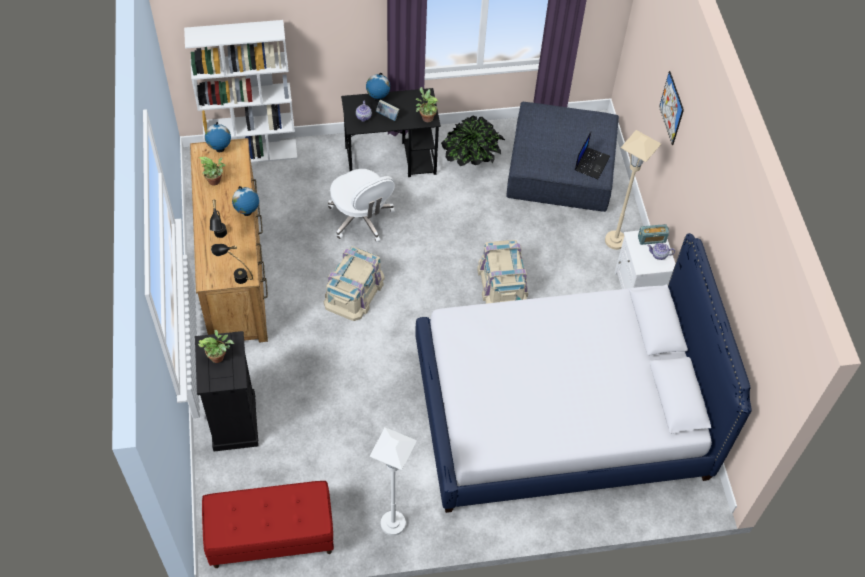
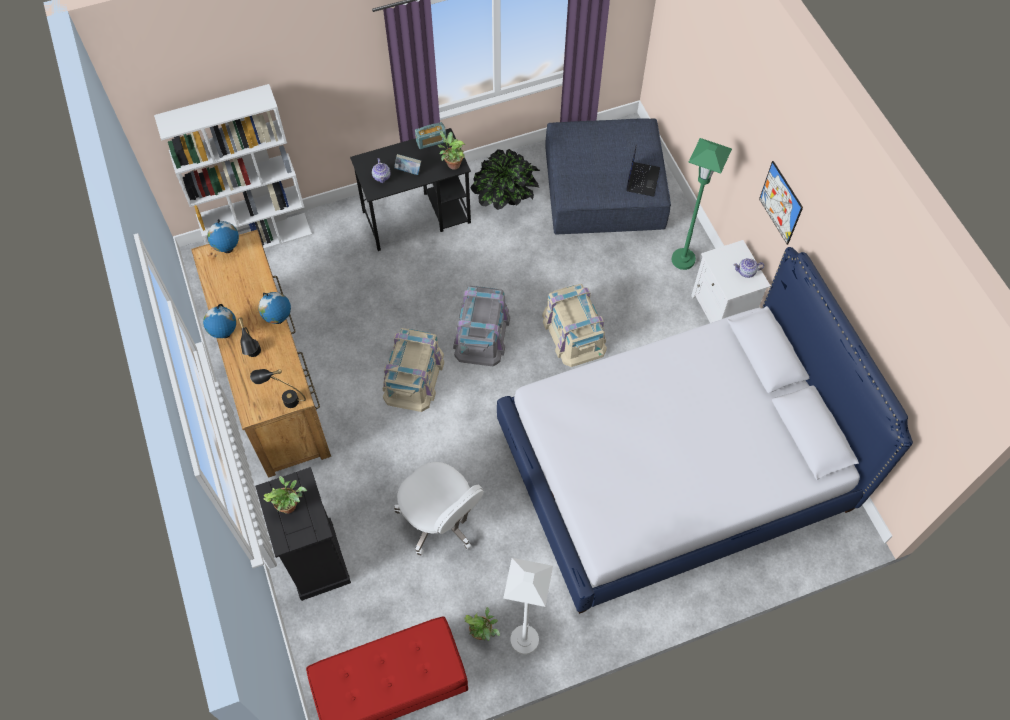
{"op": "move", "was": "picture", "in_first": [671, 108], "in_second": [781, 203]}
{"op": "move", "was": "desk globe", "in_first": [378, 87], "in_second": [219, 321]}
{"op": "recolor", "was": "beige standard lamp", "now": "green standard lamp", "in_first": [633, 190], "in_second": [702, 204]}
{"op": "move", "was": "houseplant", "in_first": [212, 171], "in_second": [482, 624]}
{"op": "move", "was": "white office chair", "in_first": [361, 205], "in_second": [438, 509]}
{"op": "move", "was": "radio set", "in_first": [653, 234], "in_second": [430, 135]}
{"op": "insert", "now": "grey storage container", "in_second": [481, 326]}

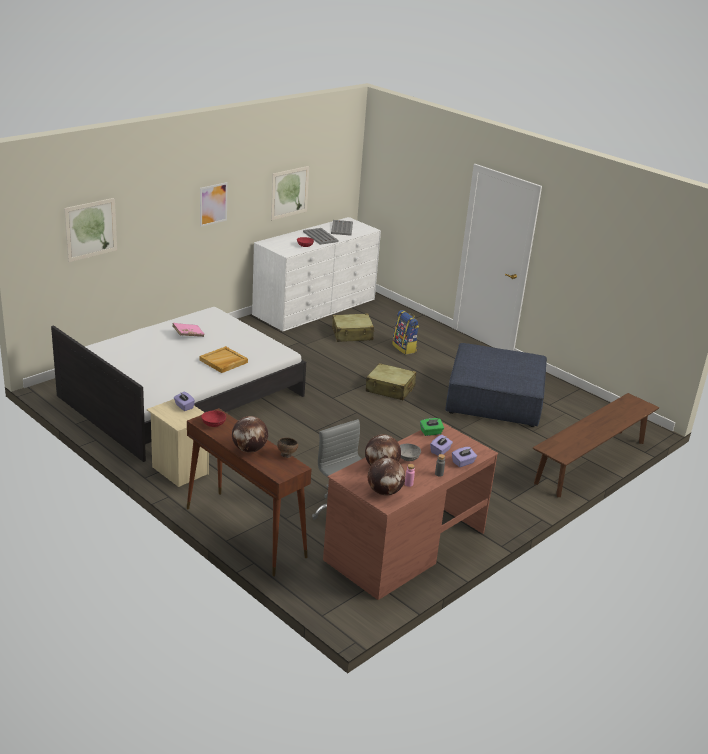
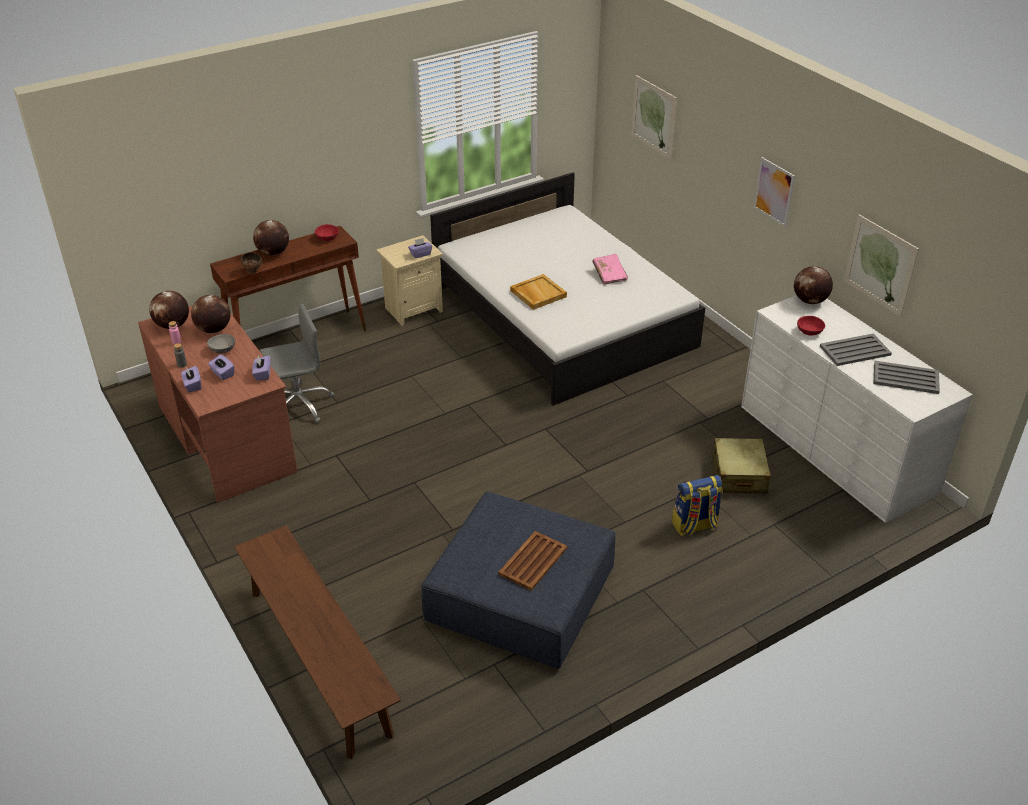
{"op": "delete", "was": "beige travel case", "in_first": [391, 381]}
{"op": "recolor", "was": "green tissue box", "now": "purplish tissue box", "in_first": [432, 427], "in_second": [261, 367]}
{"op": "insert", "now": "desk globe", "in_second": [813, 285]}
{"op": "insert", "now": "brown serving tray", "in_second": [532, 561]}

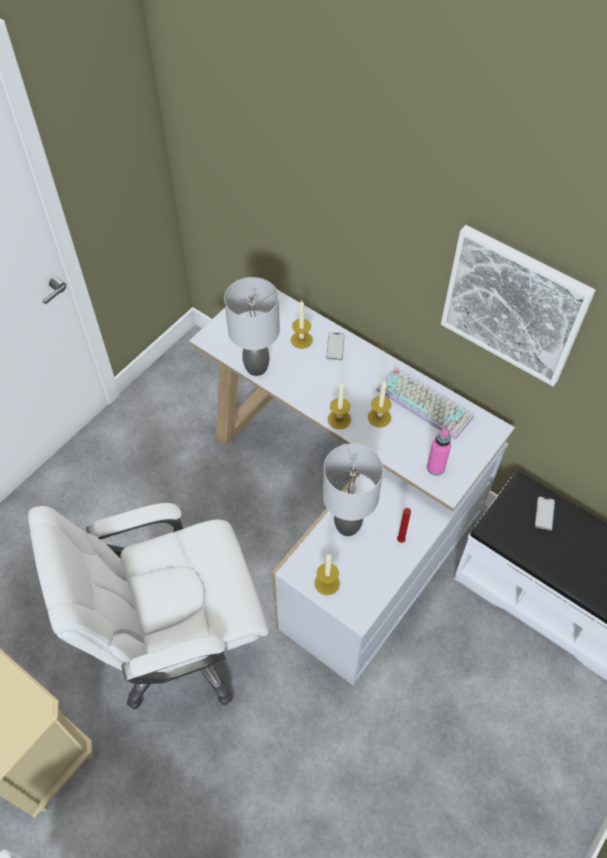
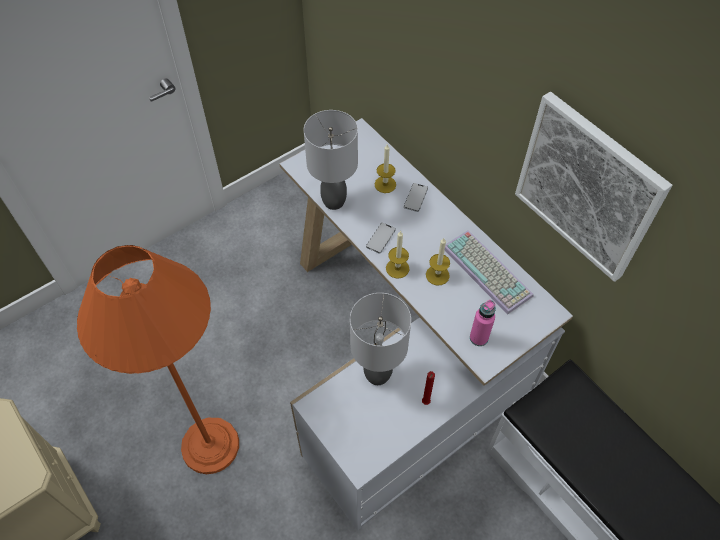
{"op": "move", "was": "telephone", "in_first": [545, 513], "in_second": [381, 238]}
{"op": "replace", "was": "white office chair", "now": "orange standard lamp", "in_first": [148, 606], "in_second": [158, 359]}
{"op": "delete", "was": "candle", "in_first": [327, 574]}

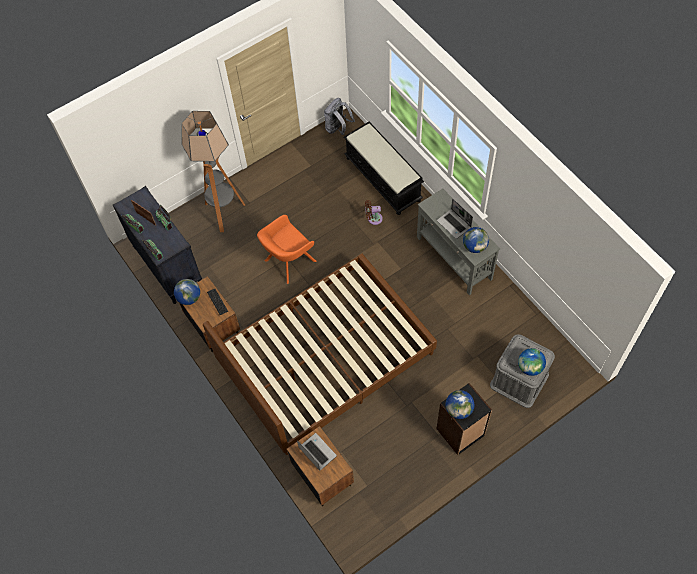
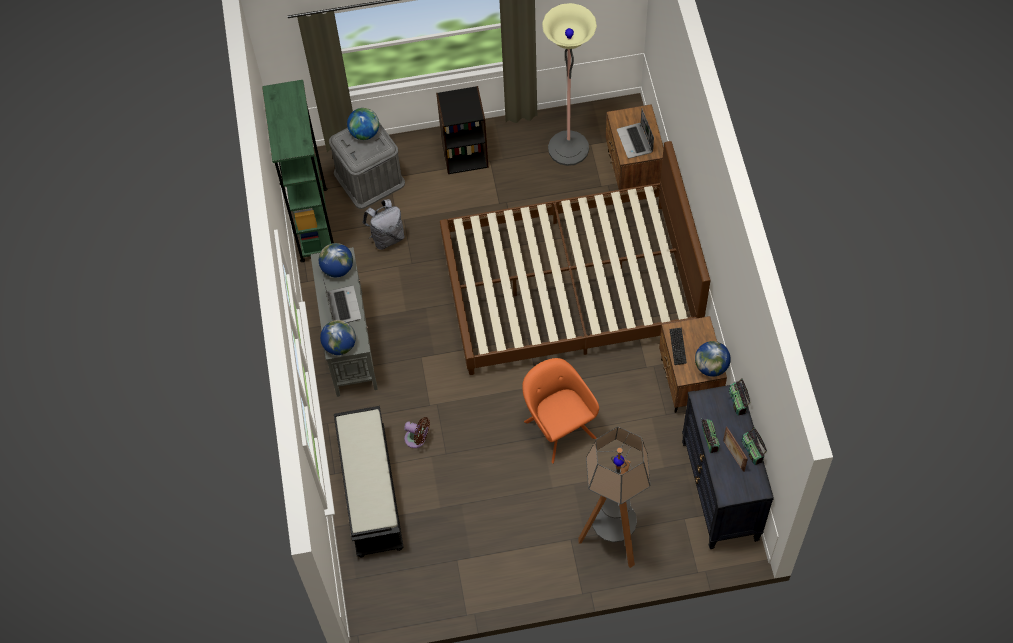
{"op": "move", "was": "grey rucksack", "in_first": [339, 116], "in_second": [384, 224]}
{"op": "rotate", "was": "orange lounge chair", "in_first": [287, 249], "in_second": [560, 411], "clockwise": -105}
{"op": "move", "was": "desk globe", "in_first": [460, 404], "in_second": [338, 337]}
{"op": "insert", "now": "standard lamp", "in_second": [569, 84]}
{"op": "insert", "now": "green bookshelf", "in_second": [298, 171]}

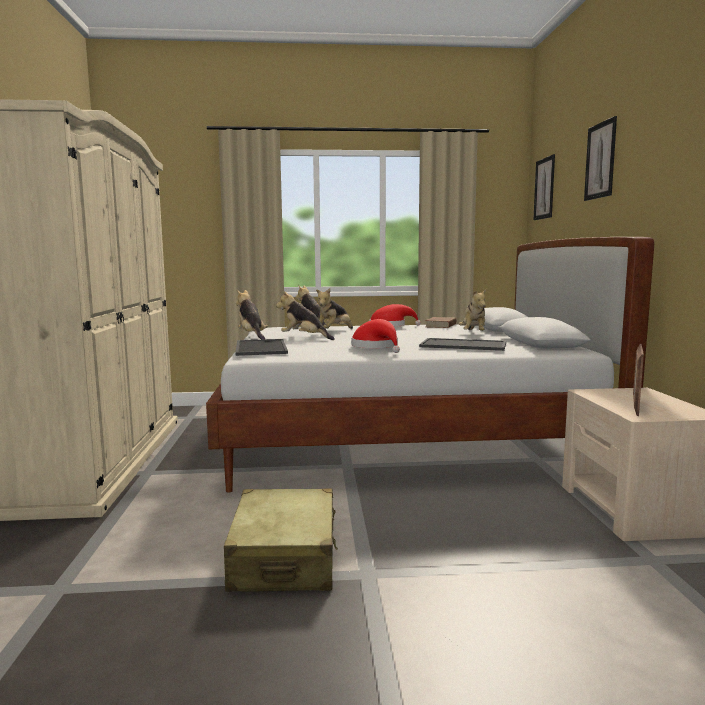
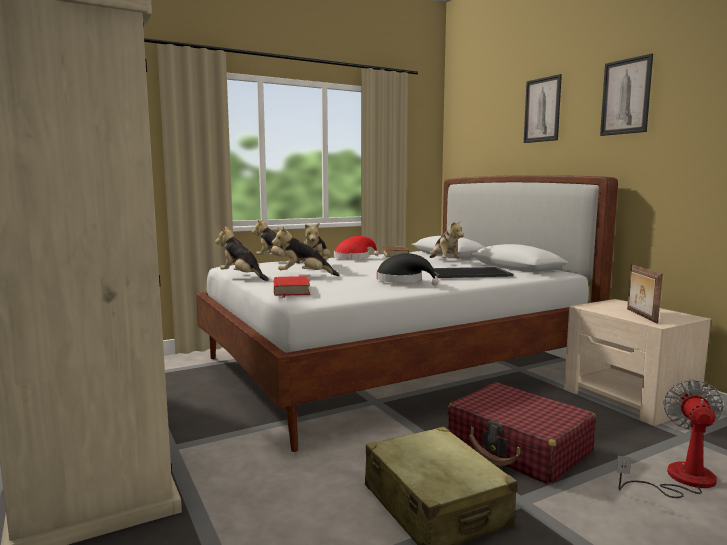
{"op": "move", "was": "picture", "in_first": [544, 187], "in_second": [626, 95]}
{"op": "recolor", "was": "reddish clothing hat", "now": "black clothing hat", "in_first": [375, 336], "in_second": [407, 269]}
{"op": "replace", "was": "serving tray", "now": "reddish volume", "in_first": [261, 347], "in_second": [292, 287]}
{"op": "insert", "now": "cooling fan", "in_second": [670, 439]}
{"op": "insert", "now": "reddish travel case", "in_second": [521, 433]}

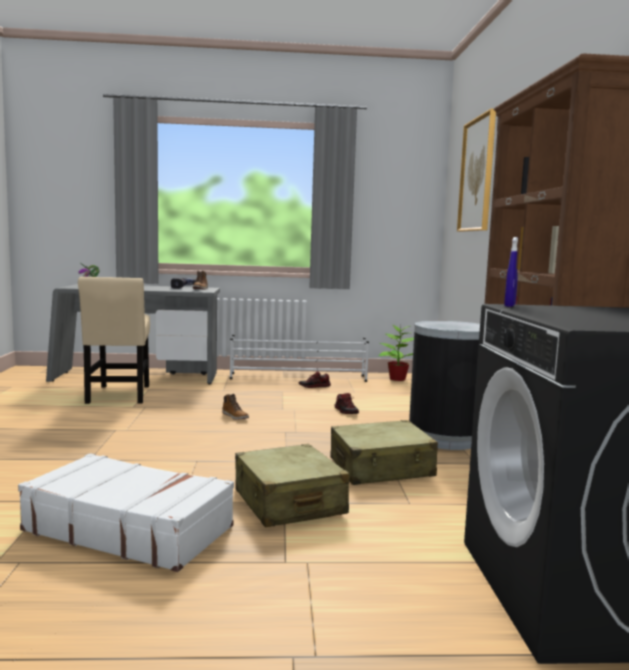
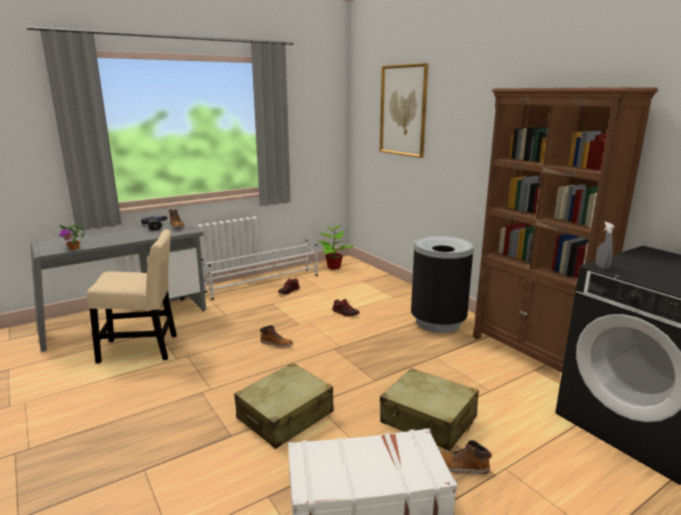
{"op": "recolor", "was": "bluish spray bottle", "now": "grey spray bottle", "in_first": [511, 272], "in_second": [605, 246]}
{"op": "rotate", "was": "beige plain chair", "in_first": [114, 340], "in_second": [132, 296], "clockwise": -60}
{"op": "move", "was": "beige travel case", "in_first": [384, 452], "in_second": [284, 406]}
{"op": "insert", "now": "high-top boot", "in_second": [466, 457]}

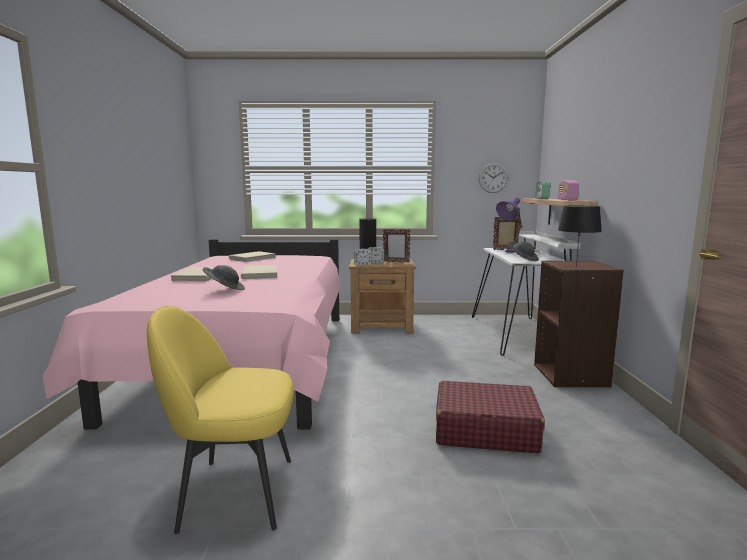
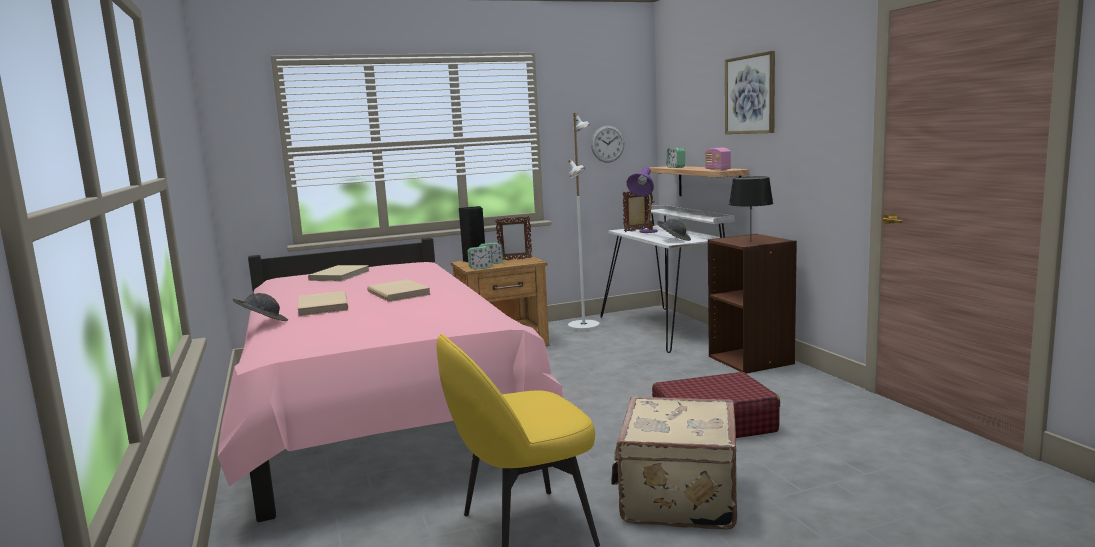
{"op": "move", "was": "grey clothing hat", "in_first": [224, 277], "in_second": [260, 307]}
{"op": "insert", "now": "picture", "in_second": [750, 92]}
{"op": "insert", "now": "white standard lamp", "in_second": [584, 222]}
{"op": "insert", "now": "beige travel case", "in_second": [674, 463]}

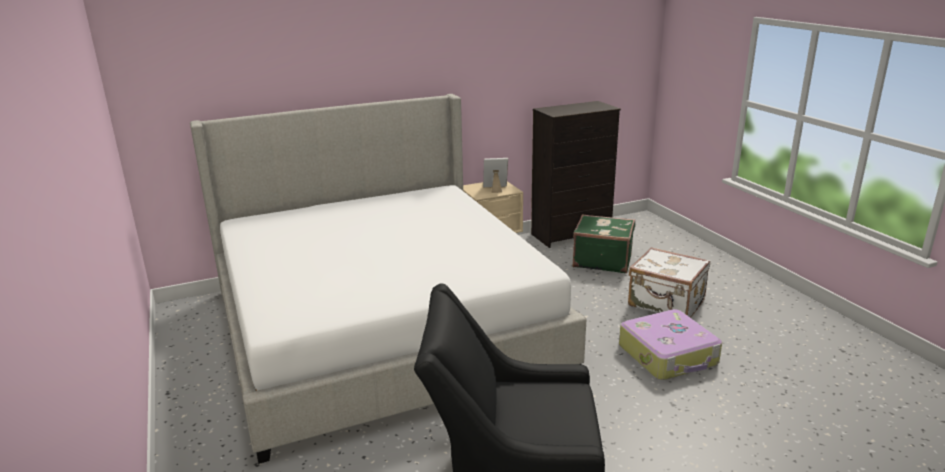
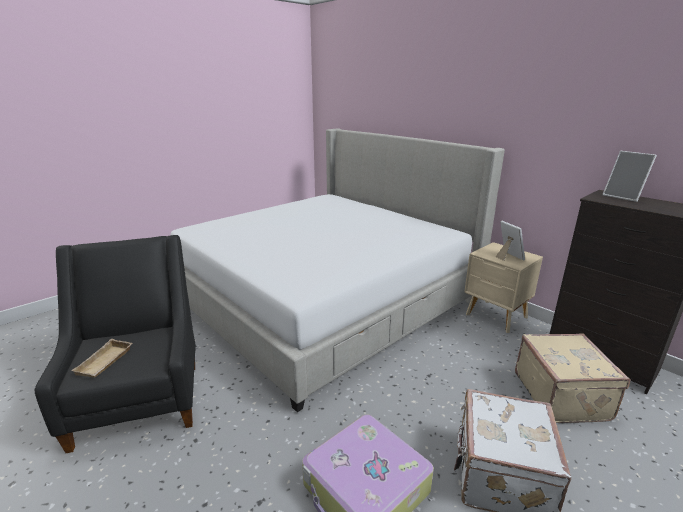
{"op": "recolor", "was": "green travel case", "now": "beige travel case", "in_first": [604, 243], "in_second": [572, 378]}
{"op": "insert", "now": "picture frame", "in_second": [629, 176]}
{"op": "insert", "now": "beige serving tray", "in_second": [101, 358]}

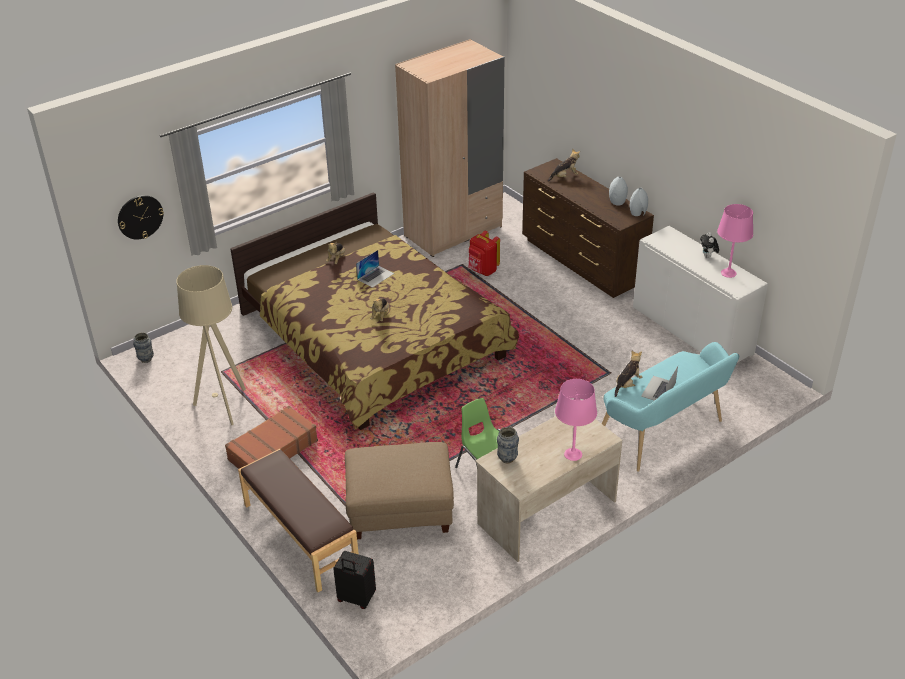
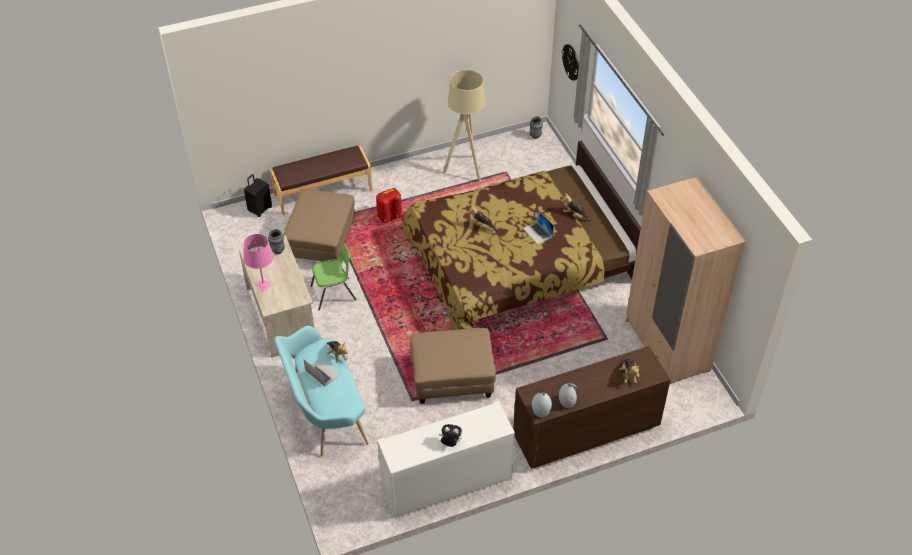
{"op": "delete", "was": "pinkish lamp for a table", "in_first": [735, 241]}
{"op": "move", "was": "reddish rucksack", "in_first": [484, 253], "in_second": [389, 205]}
{"op": "delete", "was": "brown travel case", "in_first": [271, 437]}
{"op": "insert", "now": "beige ottoman", "in_second": [453, 366]}

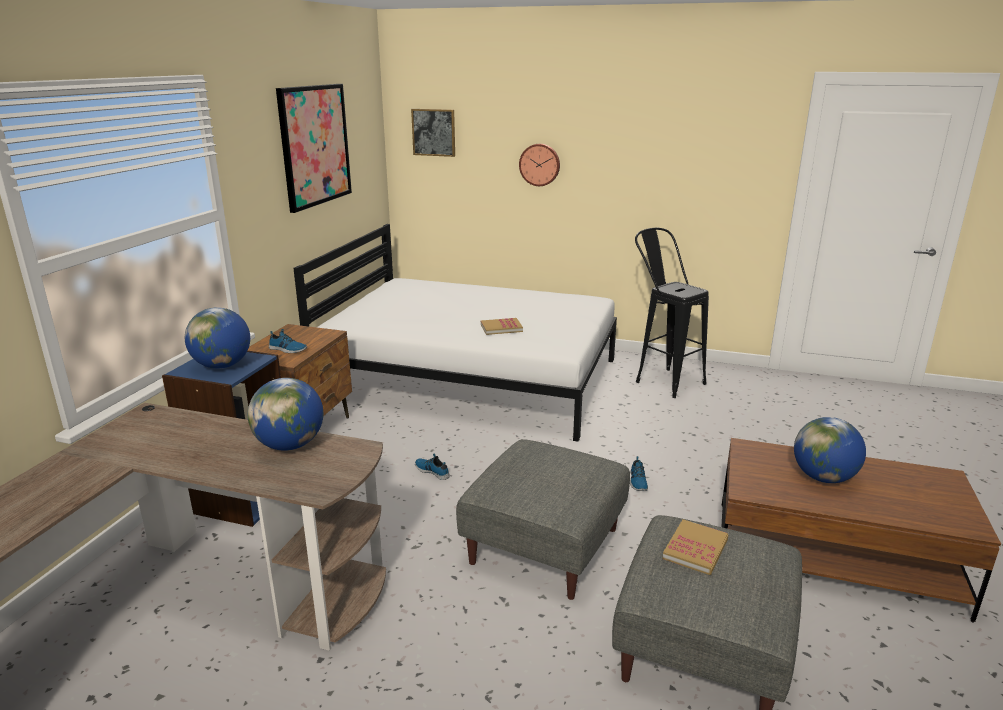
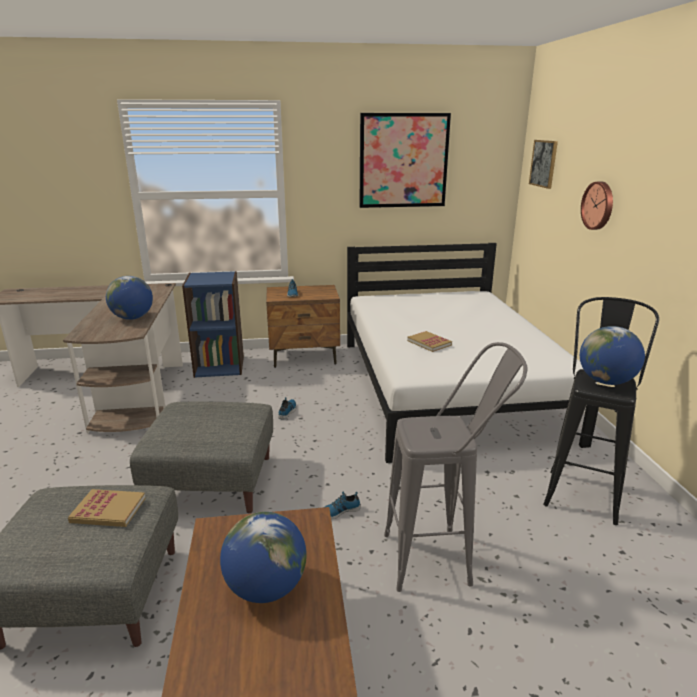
{"op": "move", "was": "desk globe", "in_first": [217, 338], "in_second": [612, 355]}
{"op": "insert", "now": "grey sitting stool", "in_second": [456, 467]}

